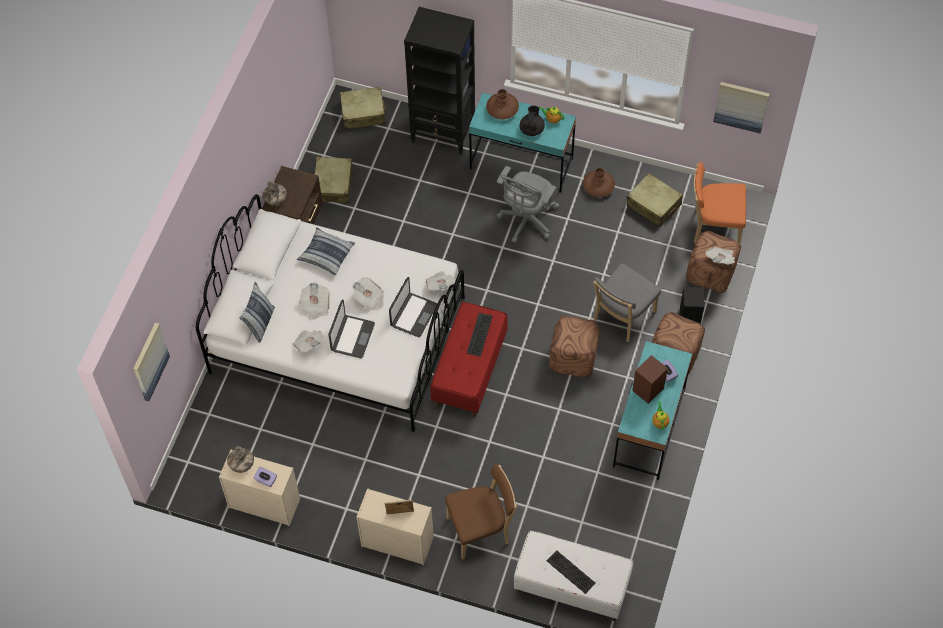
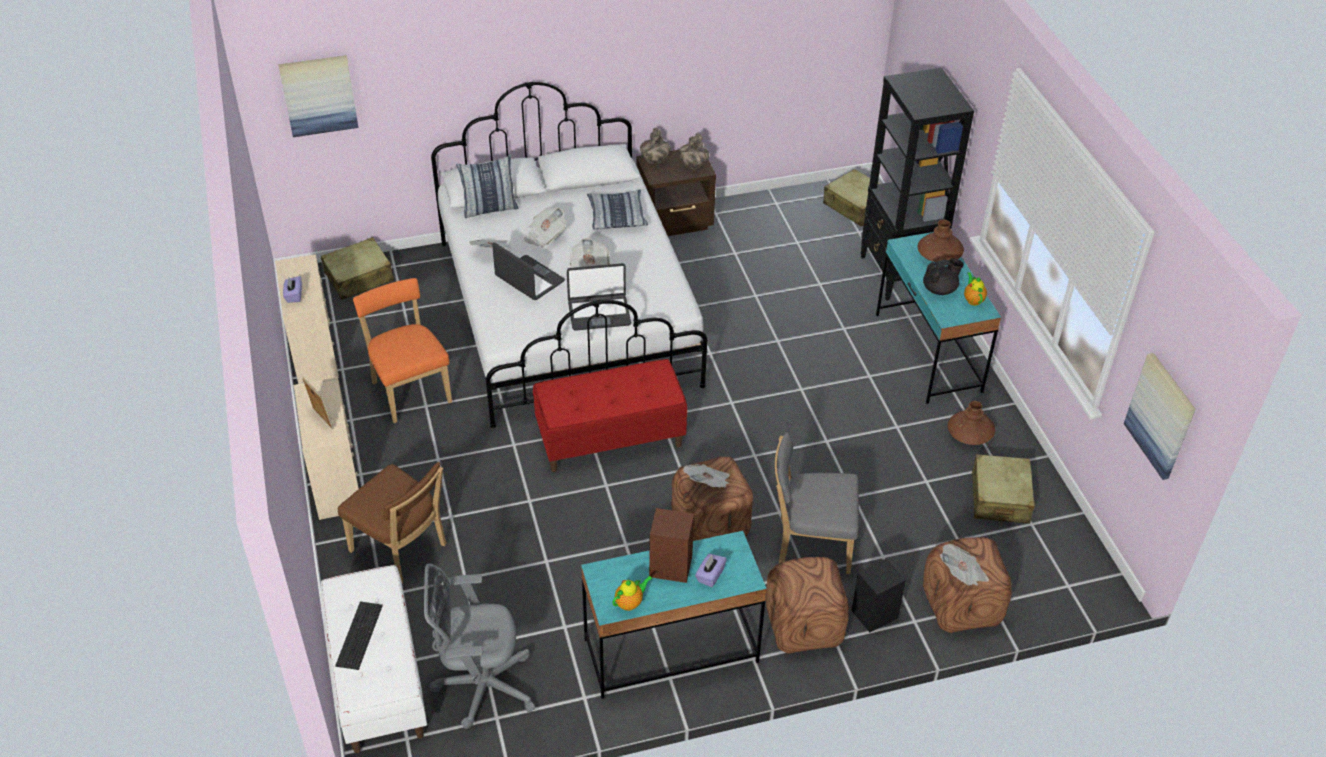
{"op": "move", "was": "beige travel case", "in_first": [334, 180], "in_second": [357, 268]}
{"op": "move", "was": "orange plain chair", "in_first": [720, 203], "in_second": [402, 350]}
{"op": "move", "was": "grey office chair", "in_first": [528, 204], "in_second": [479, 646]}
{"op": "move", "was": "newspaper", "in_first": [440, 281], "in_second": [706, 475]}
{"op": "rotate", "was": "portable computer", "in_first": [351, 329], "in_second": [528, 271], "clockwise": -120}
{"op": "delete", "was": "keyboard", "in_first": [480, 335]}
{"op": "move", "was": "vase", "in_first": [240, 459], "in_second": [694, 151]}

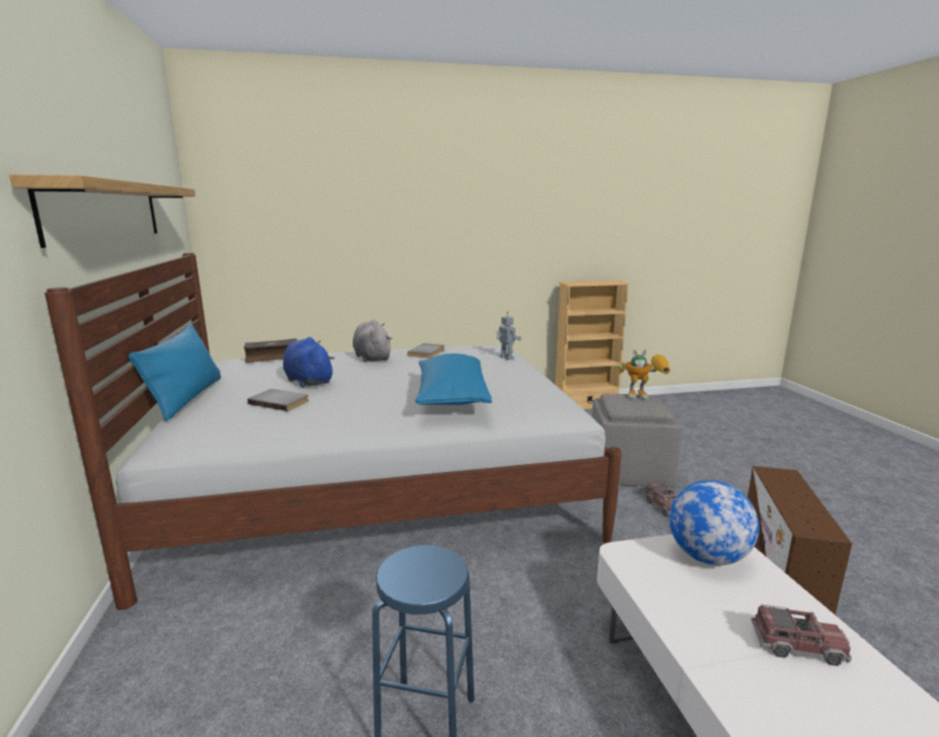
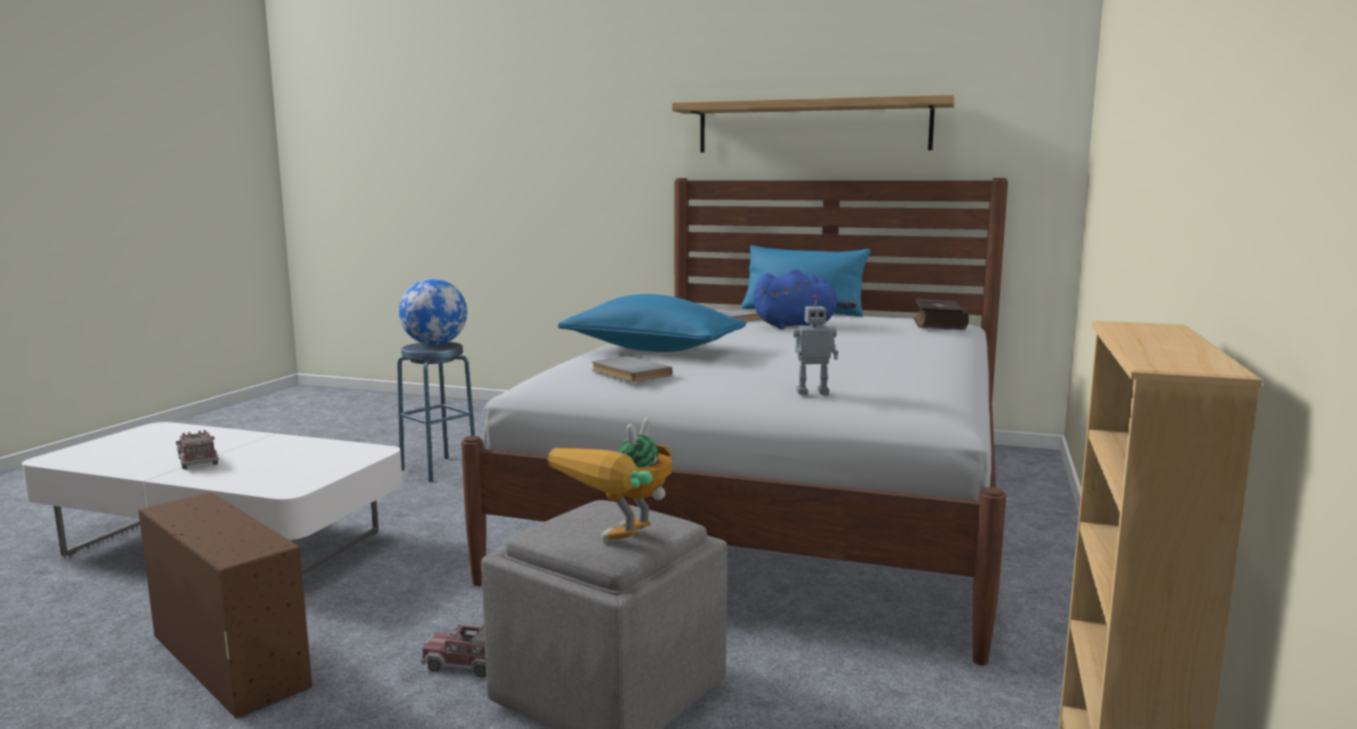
{"op": "delete", "was": "grey soft toy", "in_first": [372, 341]}
{"op": "move", "was": "grey volume", "in_first": [426, 350], "in_second": [632, 369]}
{"op": "move", "was": "desk globe", "in_first": [714, 523], "in_second": [433, 312]}
{"op": "rotate", "was": "toy lorry", "in_first": [801, 635], "in_second": [197, 449], "clockwise": 105}

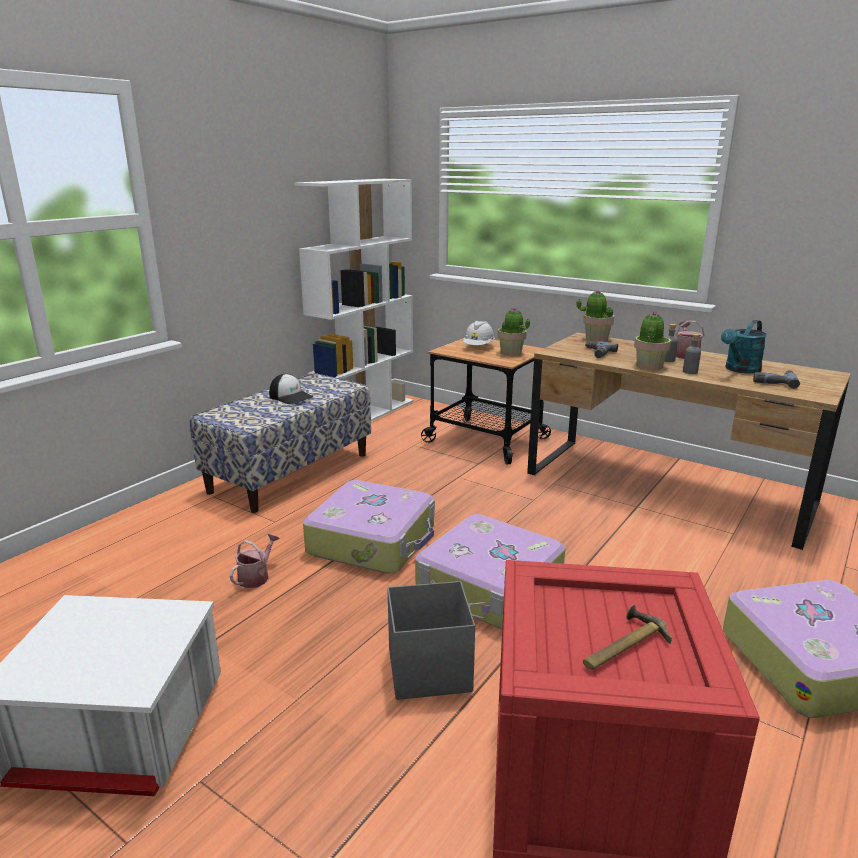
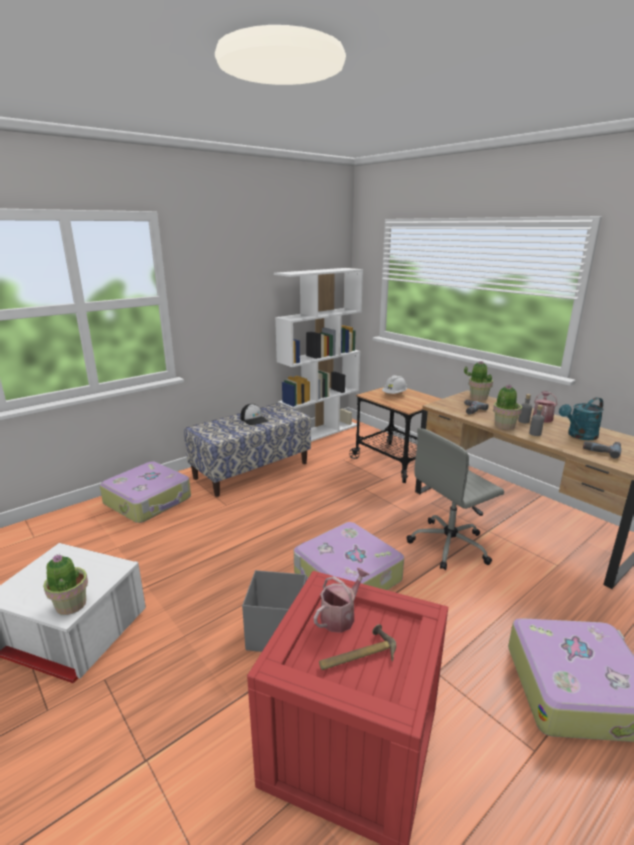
{"op": "move", "was": "houseplant", "in_first": [514, 331], "in_second": [65, 584]}
{"op": "move", "was": "travel case", "in_first": [369, 527], "in_second": [145, 492]}
{"op": "move", "was": "watering can", "in_first": [255, 560], "in_second": [342, 600]}
{"op": "insert", "now": "grey office chair", "in_second": [455, 499]}

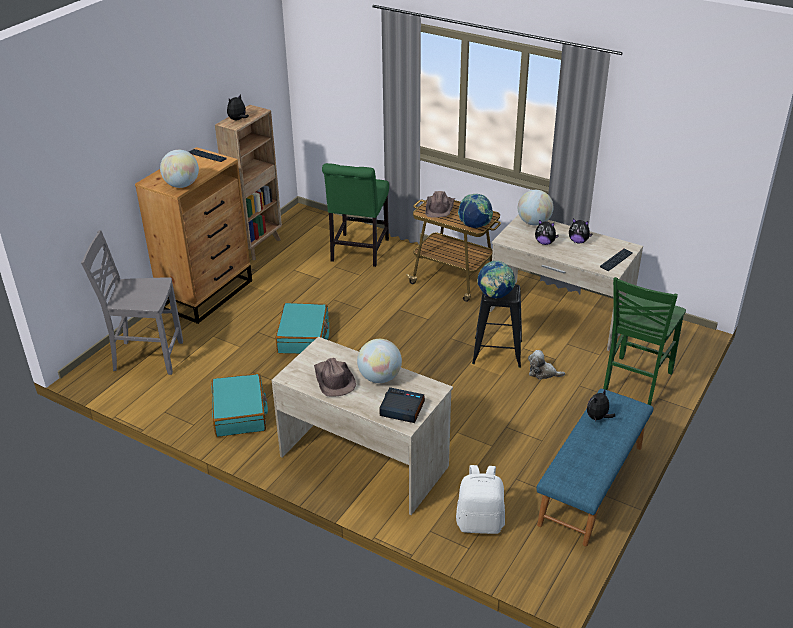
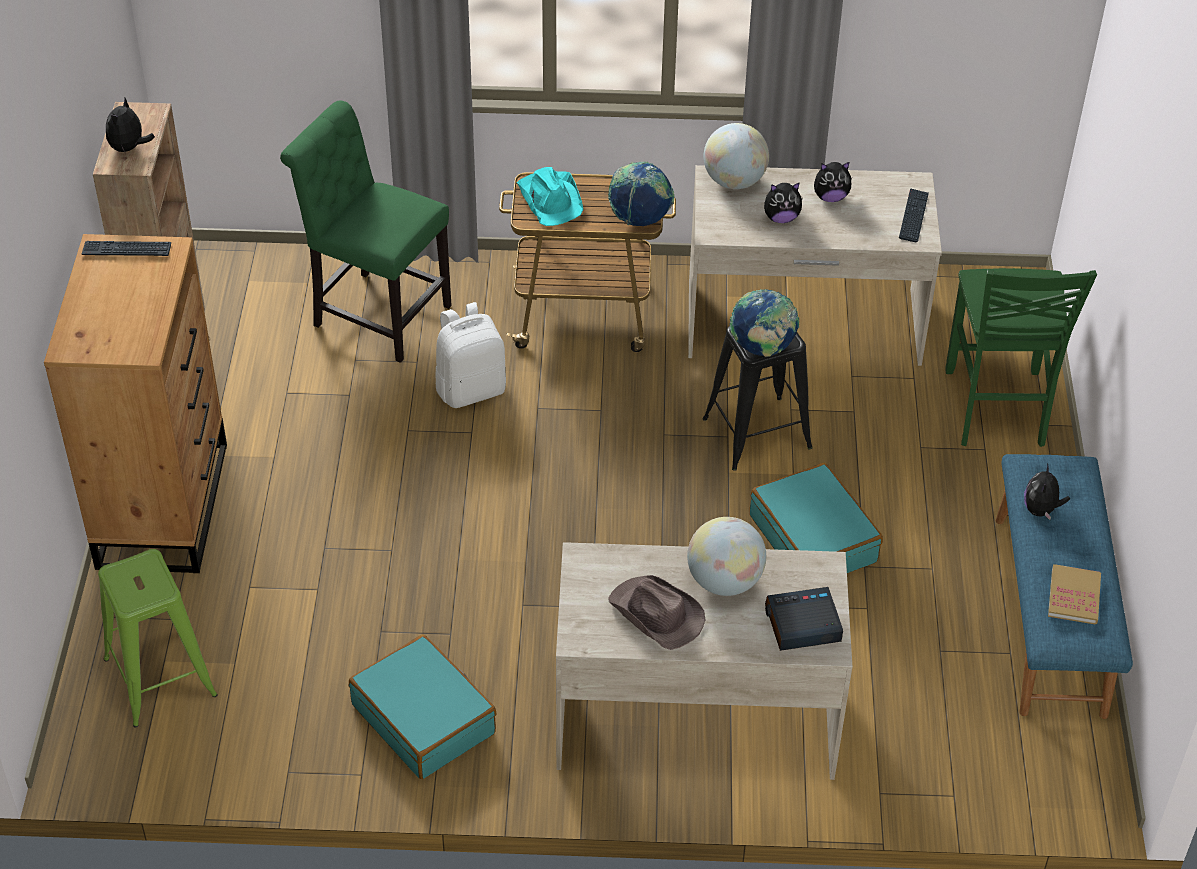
{"op": "delete", "was": "desk globe", "in_first": [179, 169]}
{"op": "rotate", "was": "green plain chair", "in_first": [355, 215], "in_second": [366, 232], "clockwise": 135}
{"op": "recolor", "was": "brown clothing hat", "now": "turquoise clothing hat", "in_first": [440, 204], "in_second": [550, 196]}
{"op": "replace", "was": "grey plain chair", "now": "green sitting stool", "in_first": [132, 302], "in_second": [157, 638]}
{"op": "move", "was": "turquoise travel case", "in_first": [302, 328], "in_second": [816, 518]}
{"op": "delete", "was": "soft toy", "in_first": [546, 365]}
{"op": "move", "was": "white rucksack", "in_first": [480, 499], "in_second": [471, 355]}
{"op": "insert", "now": "volume", "in_second": [1074, 594]}

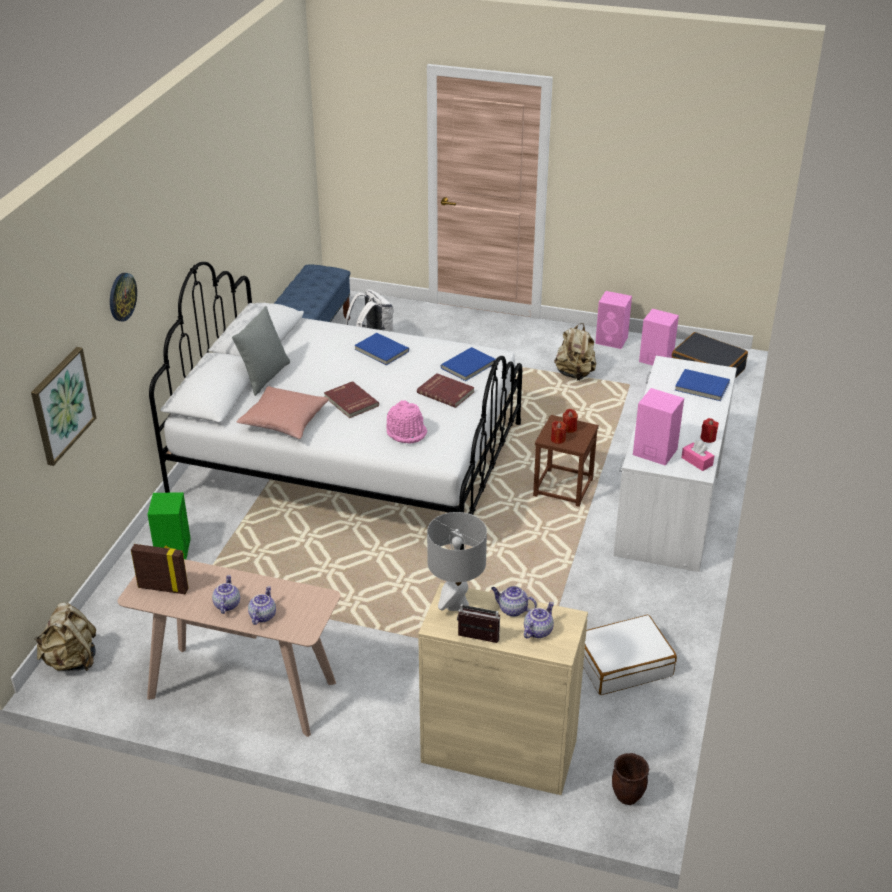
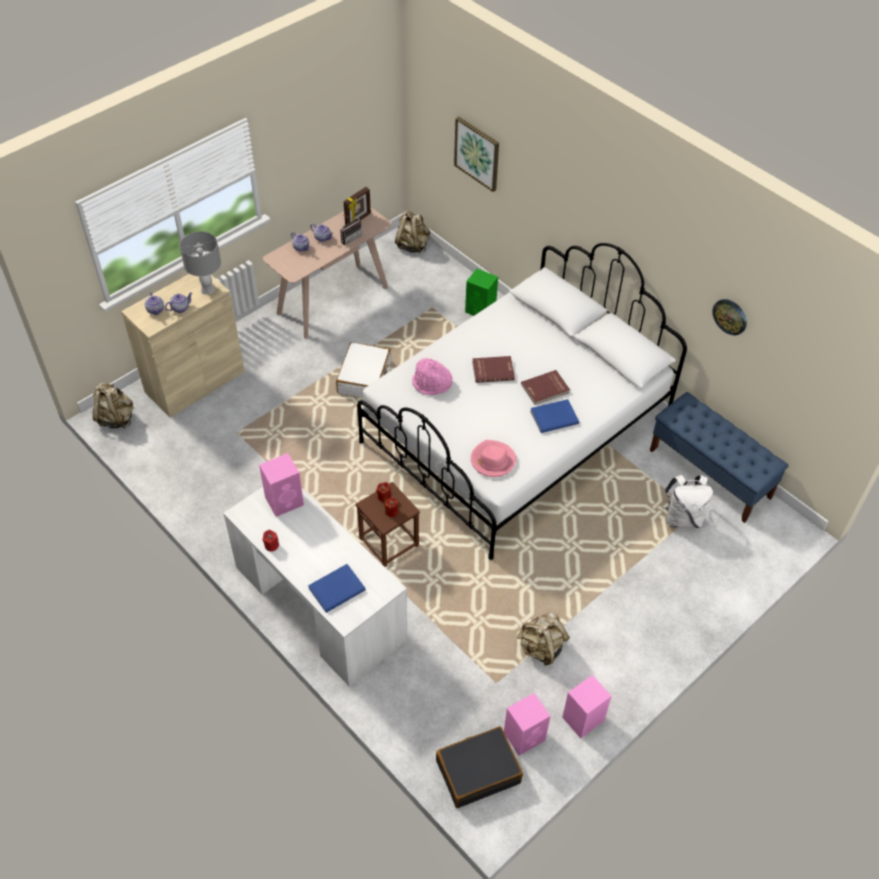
{"op": "move", "was": "hanging clock", "in_first": [123, 297], "in_second": [729, 317]}
{"op": "delete", "was": "grey throw pillow", "in_first": [261, 351]}
{"op": "replace", "was": "bluish volume", "now": "pinkish clothing hat", "in_first": [468, 364], "in_second": [493, 458]}
{"op": "move", "was": "reddish volume", "in_first": [446, 390], "in_second": [545, 387]}
{"op": "delete", "was": "pinkish throw pillow", "in_first": [283, 412]}
{"op": "delete", "was": "pinkish tissue box", "in_first": [697, 456]}
{"op": "move", "was": "radio set", "in_first": [478, 623], "in_second": [351, 230]}
{"op": "move", "was": "white travel case", "in_first": [630, 655], "in_second": [363, 370]}
{"op": "replace", "was": "brown flower pot", "now": "beige rucksack", "in_first": [630, 779], "in_second": [113, 405]}

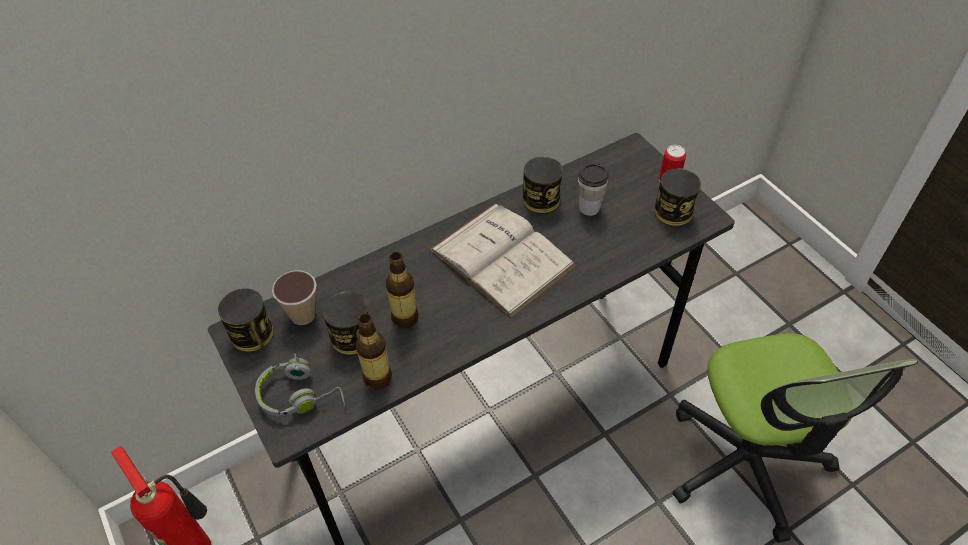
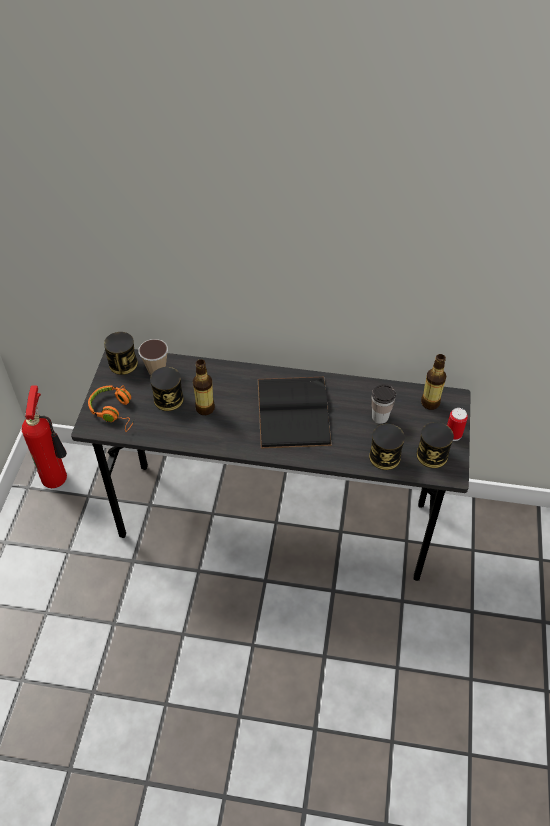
{"op": "move", "was": "metal can", "in_first": [543, 185], "in_second": [387, 447]}
{"op": "recolor", "was": "white volume", "now": "black volume", "in_first": [502, 261], "in_second": [295, 413]}
{"op": "move", "was": "beverage bottle", "in_first": [374, 351], "in_second": [433, 382]}
{"op": "delete", "was": "office chair", "in_first": [795, 438]}
{"op": "recolor", "was": "grey headphones", "now": "orange headphones", "in_first": [300, 385], "in_second": [111, 408]}

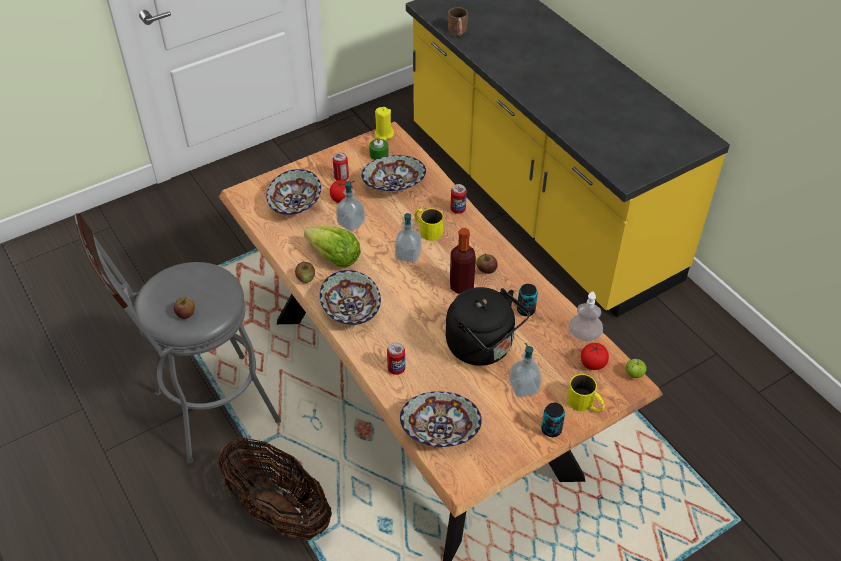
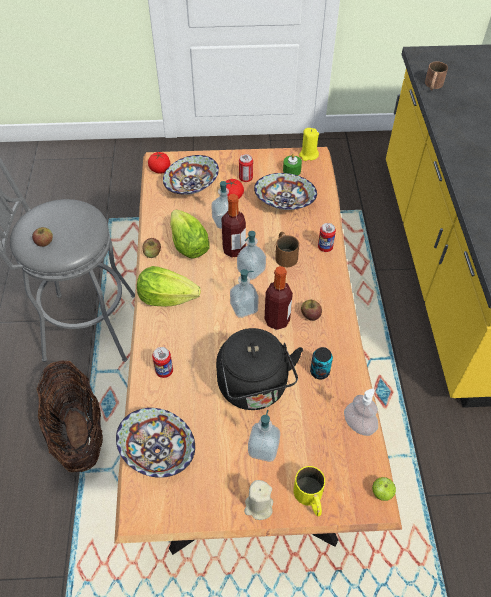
{"op": "recolor", "was": "yellow coffee mug", "now": "brown coffee mug", "in_first": [428, 224], "in_second": [287, 249]}
{"op": "replace", "was": "serving bowl", "now": "head of lettuce", "in_first": [350, 297], "in_second": [169, 286]}
{"op": "move", "was": "whole tomato", "in_first": [595, 356], "in_second": [159, 163]}
{"op": "replace", "was": "metal can", "now": "beige candle", "in_first": [553, 420], "in_second": [258, 500]}
{"op": "insert", "now": "beverage bottle", "in_second": [234, 226]}
{"op": "insert", "now": "soap dispenser", "in_second": [244, 293]}

